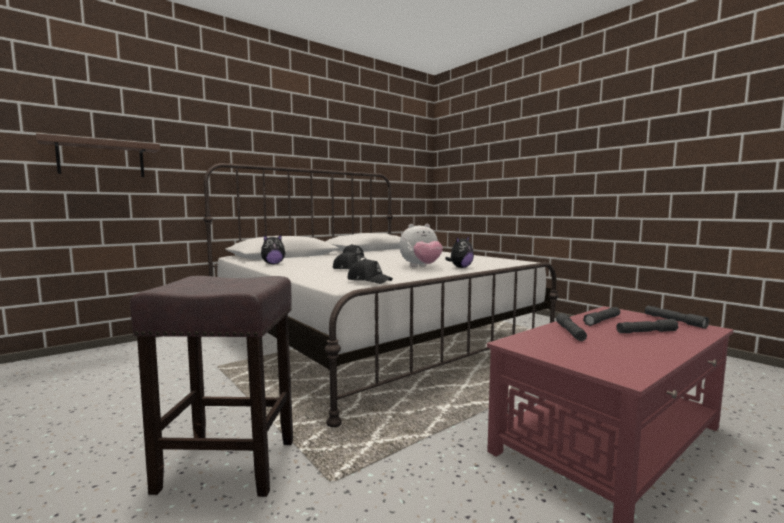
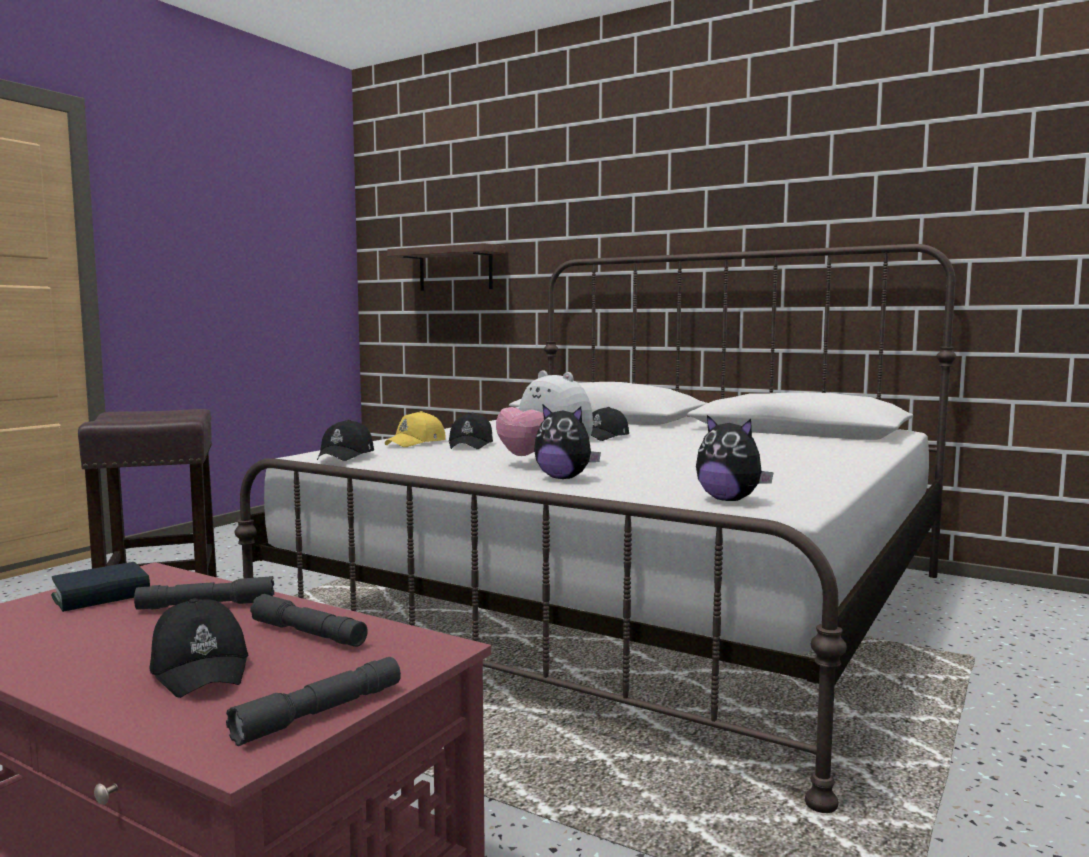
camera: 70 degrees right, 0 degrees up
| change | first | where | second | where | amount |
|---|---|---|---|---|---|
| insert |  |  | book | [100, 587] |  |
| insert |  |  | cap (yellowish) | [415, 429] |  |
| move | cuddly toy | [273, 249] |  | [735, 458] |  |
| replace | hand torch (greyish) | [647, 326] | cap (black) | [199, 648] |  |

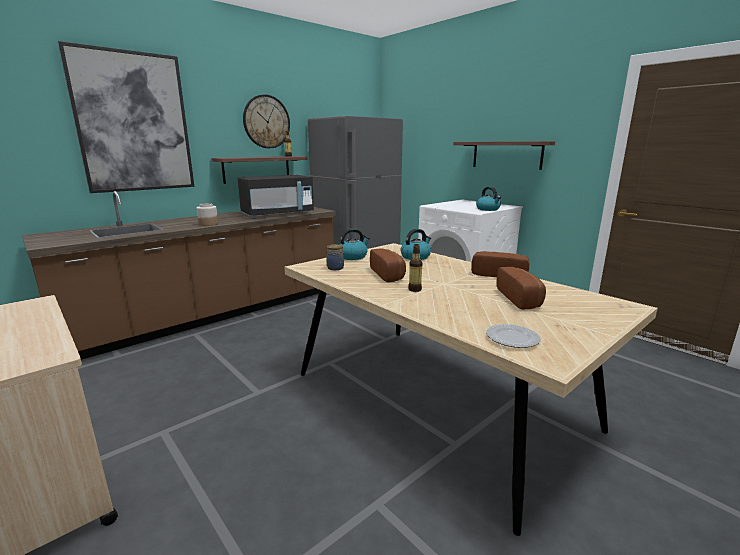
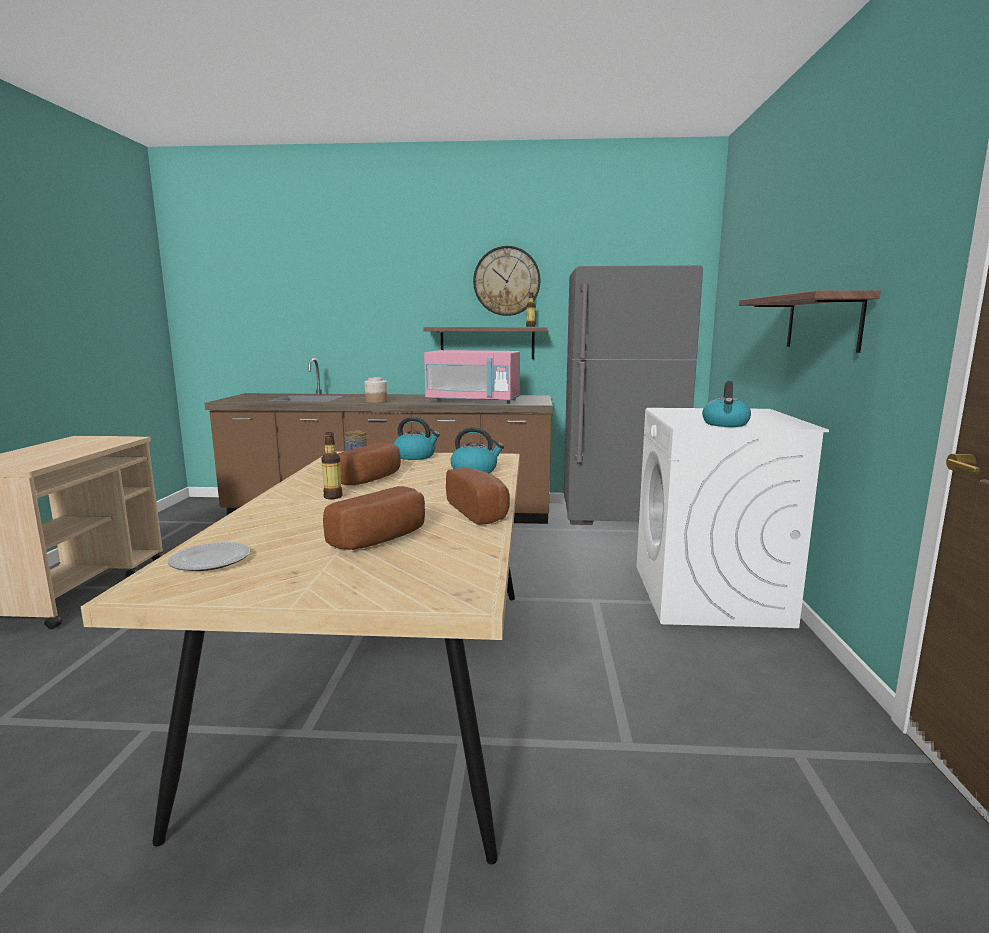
camera: 45 degrees right, 5 degrees down
| change | first | where | second | where | amount |
|---|---|---|---|---|---|
| delete | wall picture | [126, 117] |  |  |  |
| recolor | kitchen microwave (black) | [276, 196] | kitchen microwave (pinkish) | [472, 377] |  |

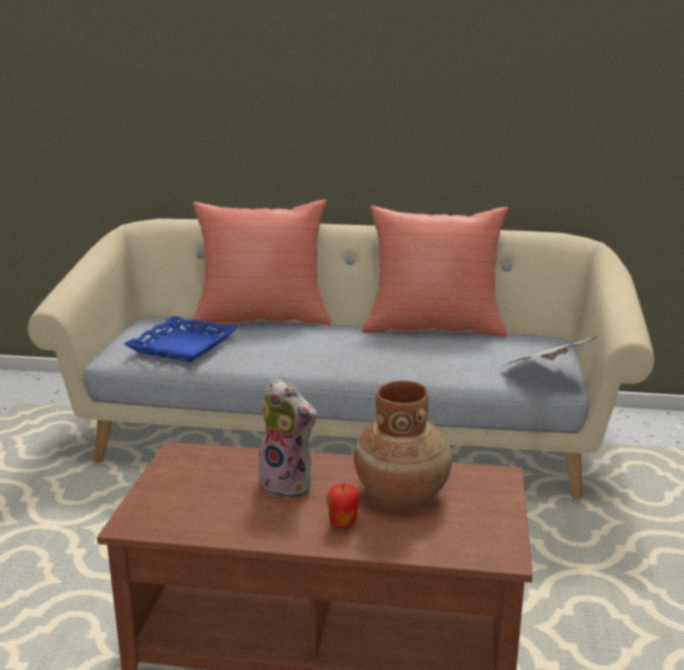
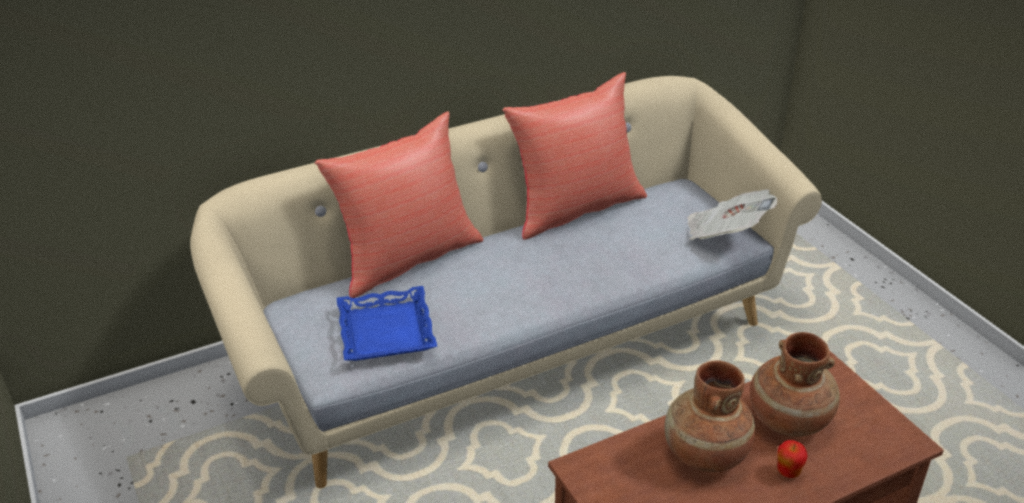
camera: 35 degrees left, 15 degrees up
| change | first | where | second | where | amount |
|---|---|---|---|---|---|
| replace | cuddly toy | [287, 438] | vase (brown-coloured) | [710, 416] |  |

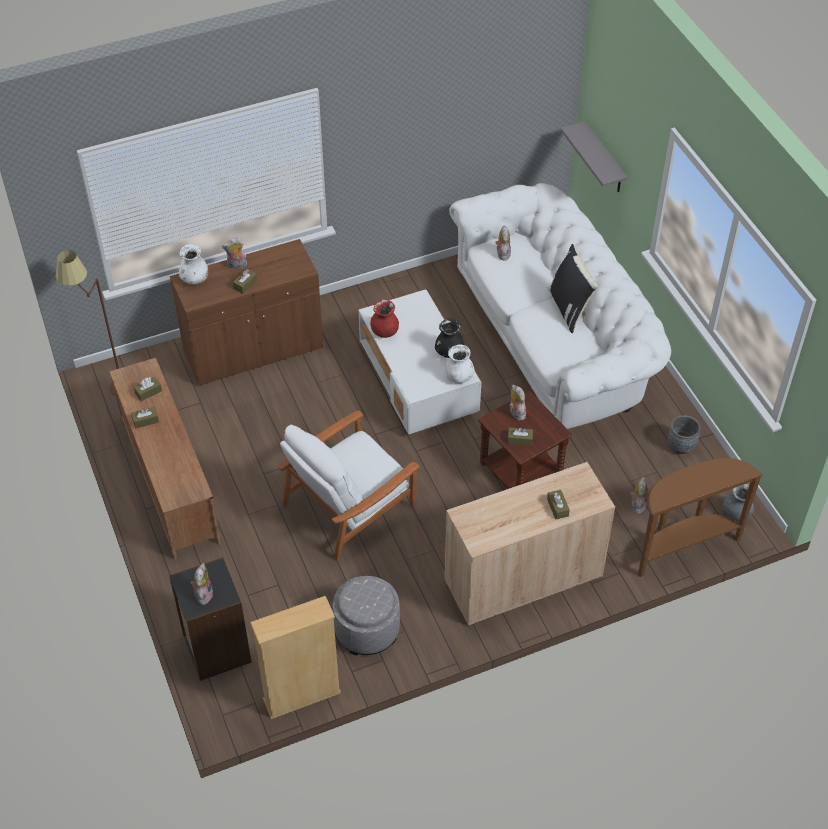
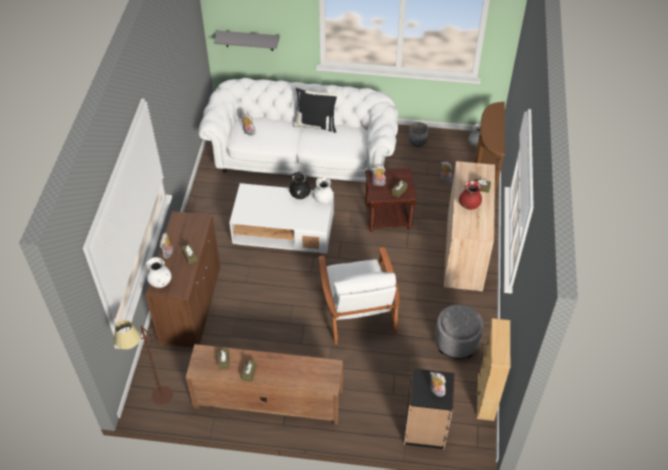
camera: 60 degrees left, 0 degrees up
| change | first | where | second | where | amount |
|---|---|---|---|---|---|
| move | vase (red-coloured) | [384, 318] |  | [470, 195] |  |

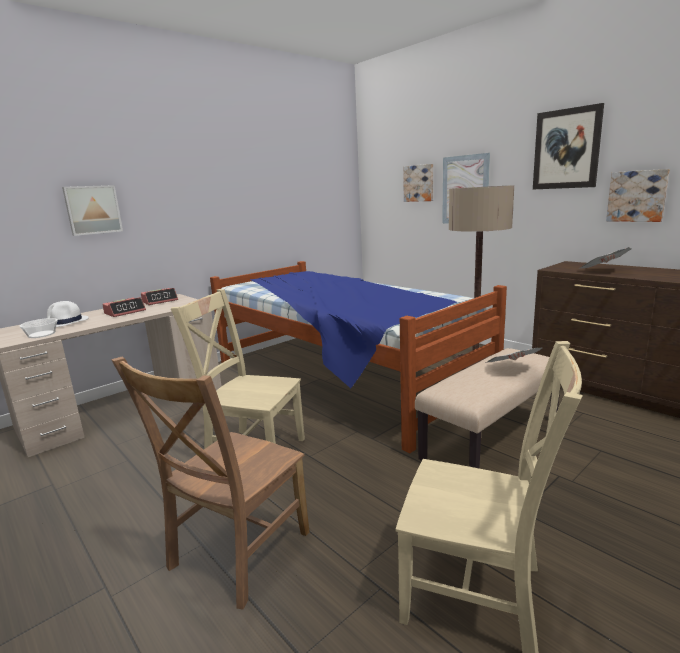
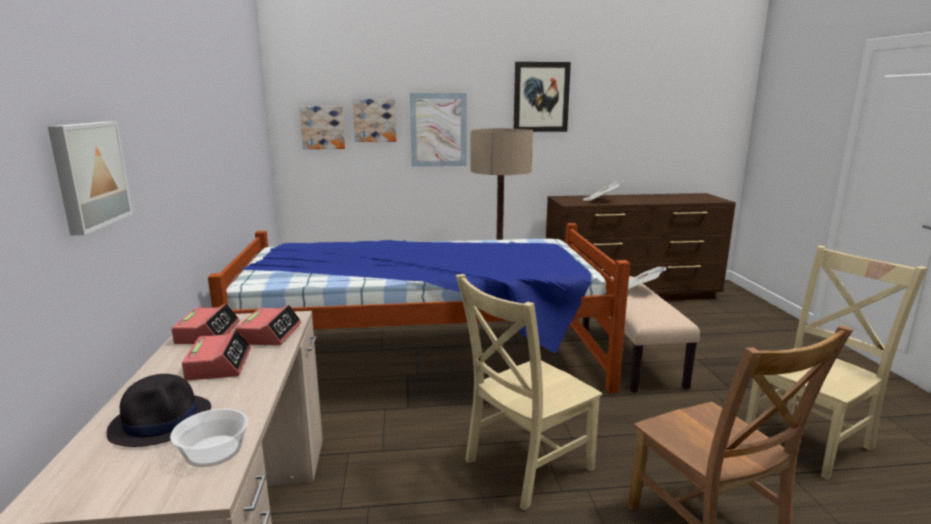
camera: 55 degrees left, 0 degrees up
| change | first | where | second | where | amount |
|---|---|---|---|---|---|
| insert |  |  | alarm clock | [268, 325] |  |
| move | wall picture | [638, 195] |  | [322, 127] |  |
| recolor | hat (white-coloured) | [68, 314] | hat (black) | [159, 410] |  |

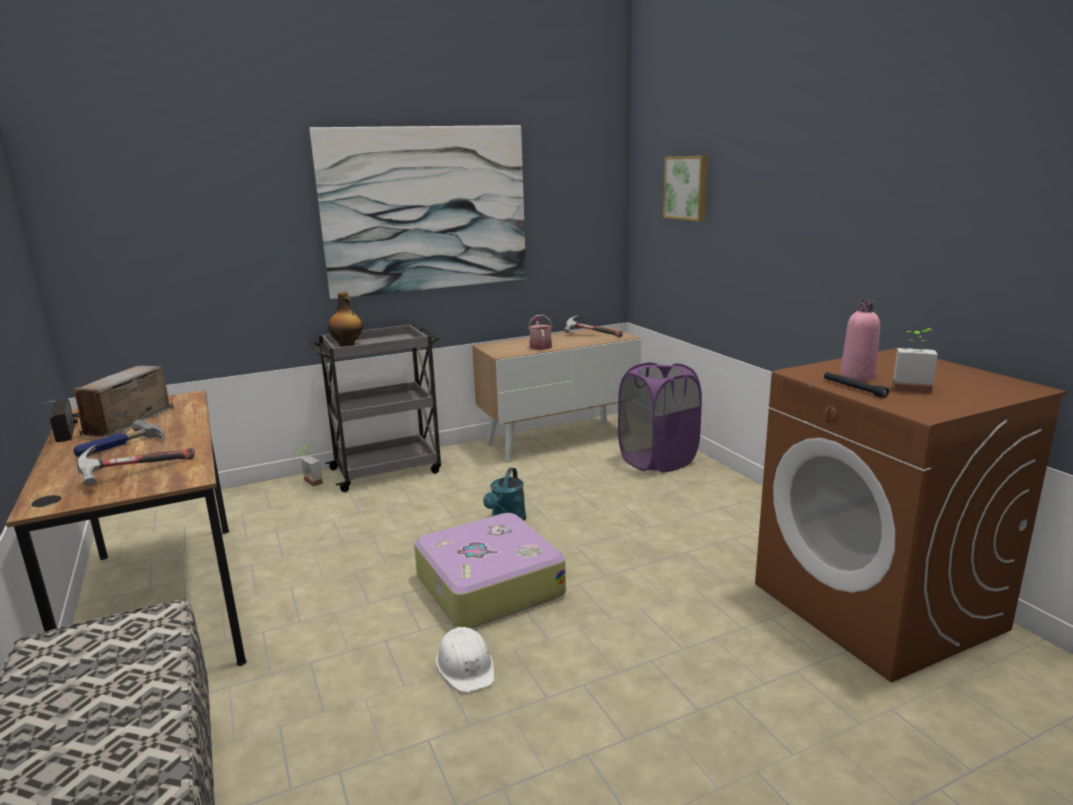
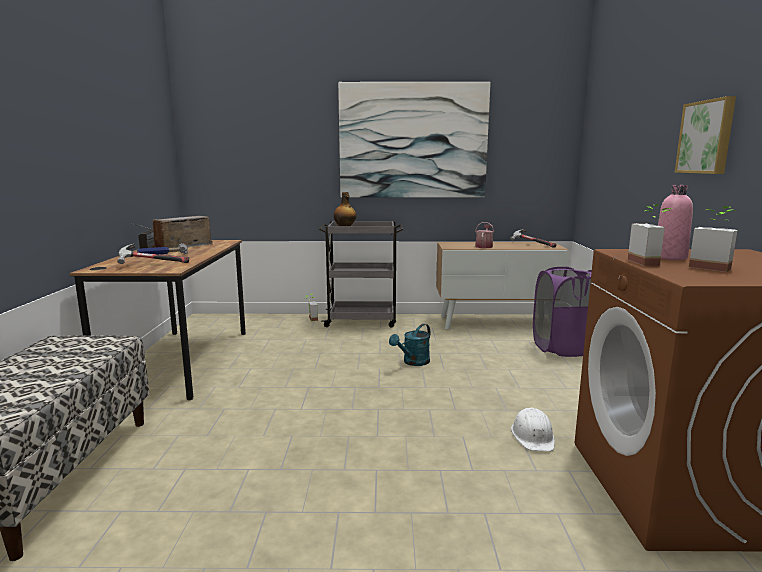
camera: 25 degrees right, 5 degrees down
| change | first | where | second | where | amount |
|---|---|---|---|---|---|
| delete | travel case | [490, 571] |  |  |  |
| move | hard hat (white-coloured) | [465, 660] |  | [533, 429] |  |
| move | wall picture | [685, 188] |  | [705, 135] |  |
| replace | hand torch (black) | [856, 385] | plant in a pot | [649, 235] |  |

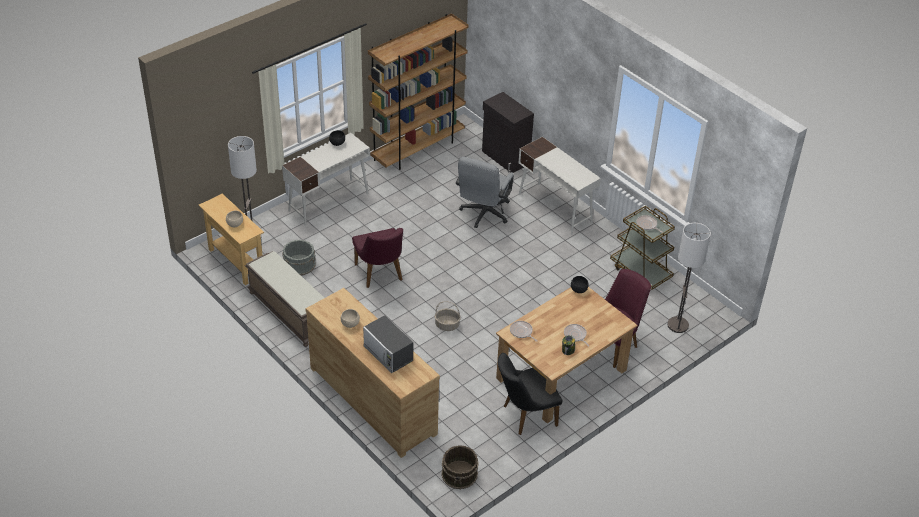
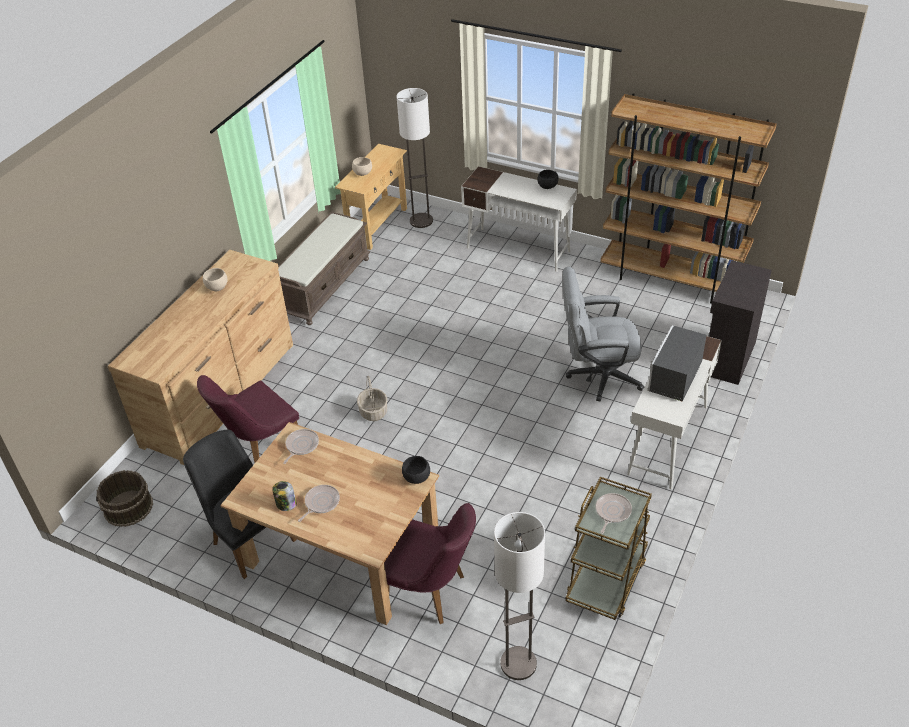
camera: 70 degrees right, 0 degrees up
| change | first | where | second | where | amount |
|---|---|---|---|---|---|
| delete | bucket (greyish) | [299, 257] |  |  |  |
| move | plain chair (purple-coloured) | [377, 258] |  | [248, 419] |  |
| move | kitchen microwave | [388, 344] |  | [677, 363] |  |

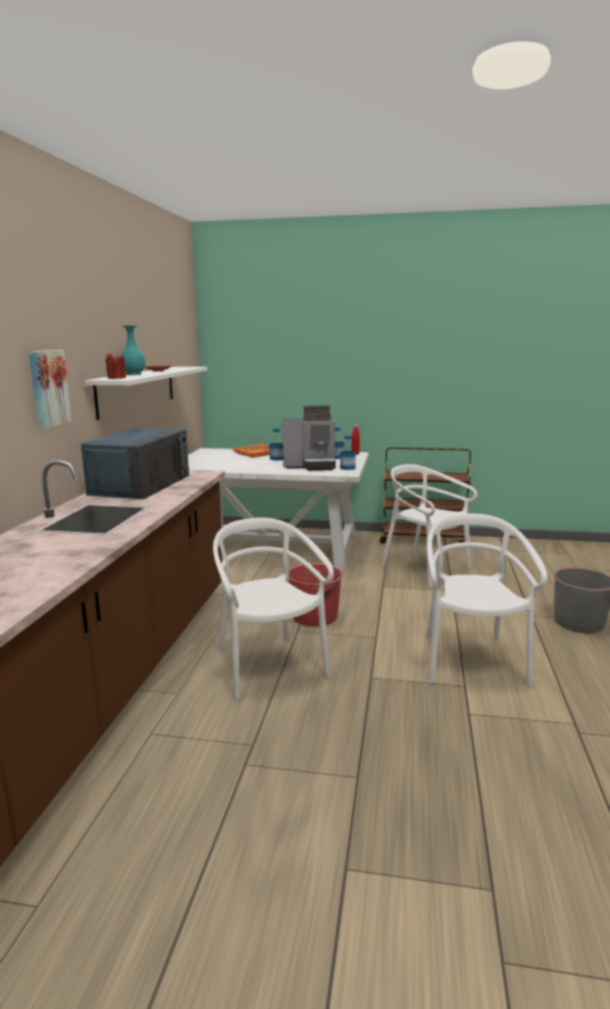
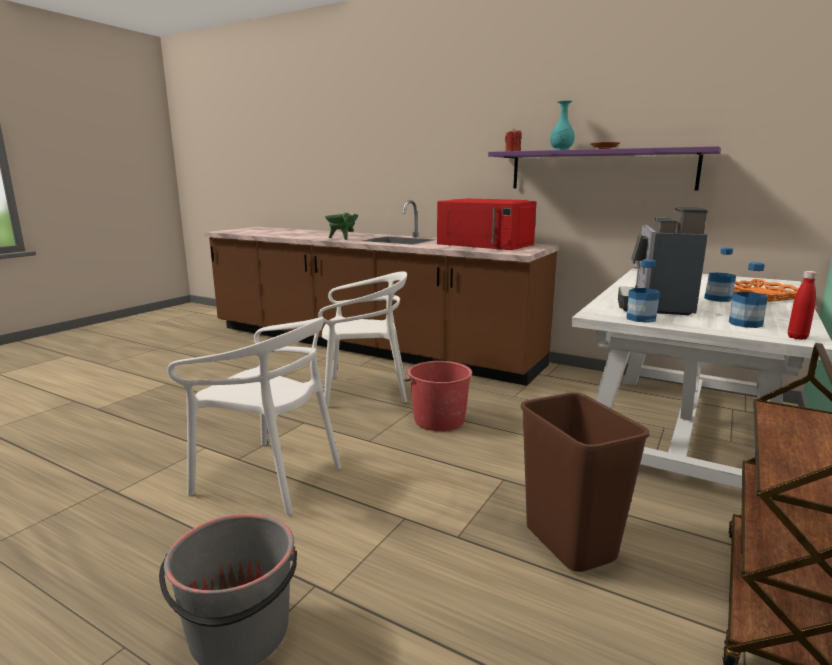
camera: 110 degrees right, 0 degrees up
| change | first | where | second | where | amount |
|---|---|---|---|---|---|
| delete | wall picture | [50, 389] |  |  |  |
| insert |  |  | saucepot (greenish) | [341, 226] |  |
| replace | plain chair (white-coloured) | [430, 525] | waste bin (brown-coloured) | [585, 482] |  |
| recolor | kitchen microwave (bluish) | [135, 463] | kitchen microwave (red-coloured) | [486, 224] |  |
| recolor | wall shelf (white-coloured) | [146, 393] | wall shelf (purple-coloured) | [604, 168] |  |

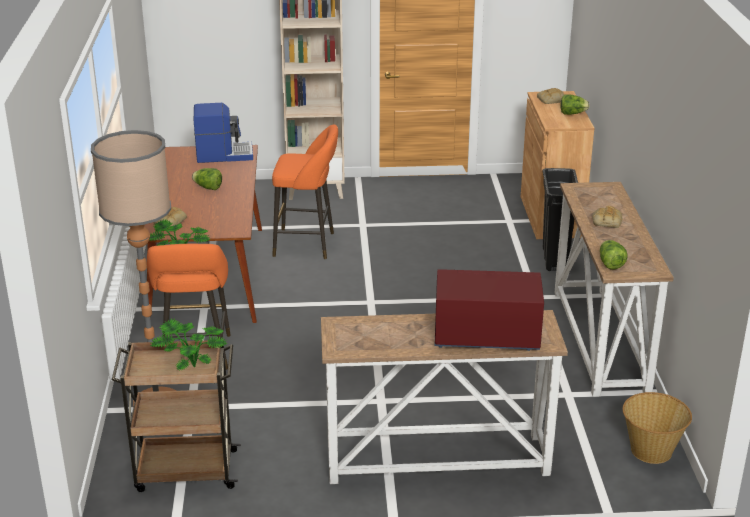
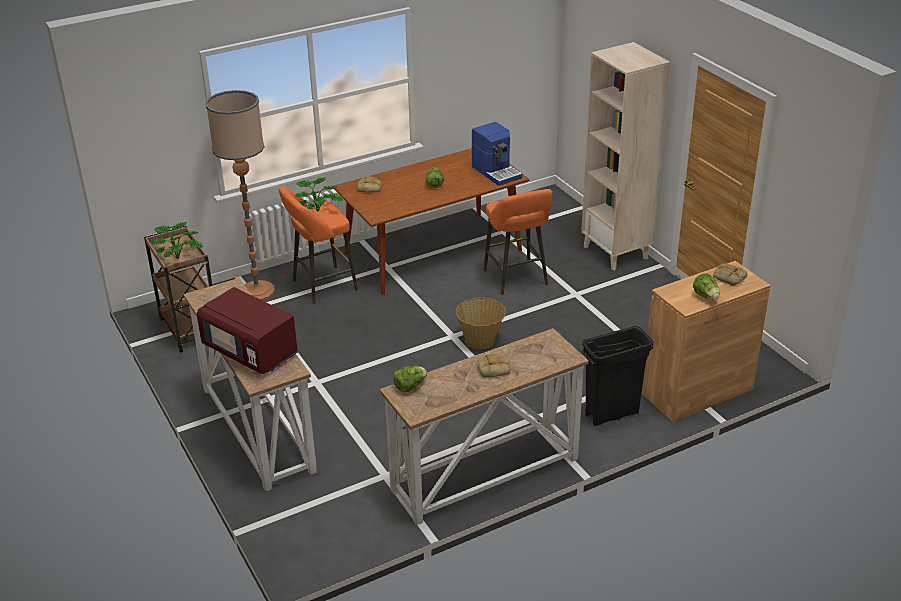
camera: 65 degrees right, 5 degrees up
| change | first | where | second | where | amount |
|---|---|---|---|---|---|
| move | household basket | [657, 428] |  | [481, 323] |  |
| rotate | kitchen microwave (red-coloured) | [489, 310] |  | [247, 330] | 150 degrees clockwise |

